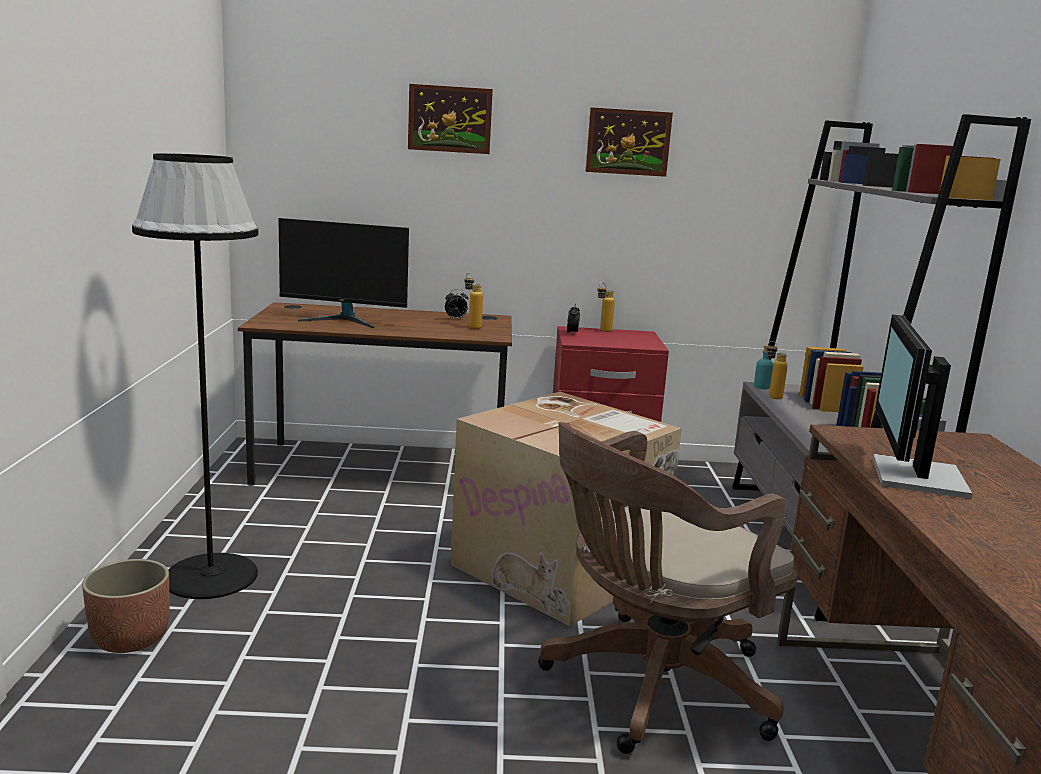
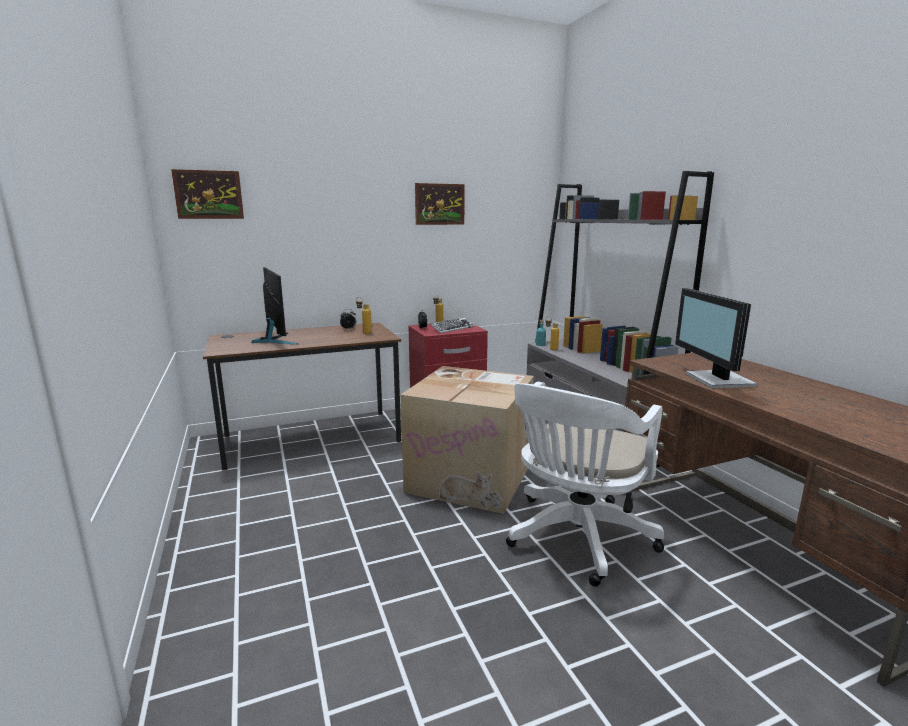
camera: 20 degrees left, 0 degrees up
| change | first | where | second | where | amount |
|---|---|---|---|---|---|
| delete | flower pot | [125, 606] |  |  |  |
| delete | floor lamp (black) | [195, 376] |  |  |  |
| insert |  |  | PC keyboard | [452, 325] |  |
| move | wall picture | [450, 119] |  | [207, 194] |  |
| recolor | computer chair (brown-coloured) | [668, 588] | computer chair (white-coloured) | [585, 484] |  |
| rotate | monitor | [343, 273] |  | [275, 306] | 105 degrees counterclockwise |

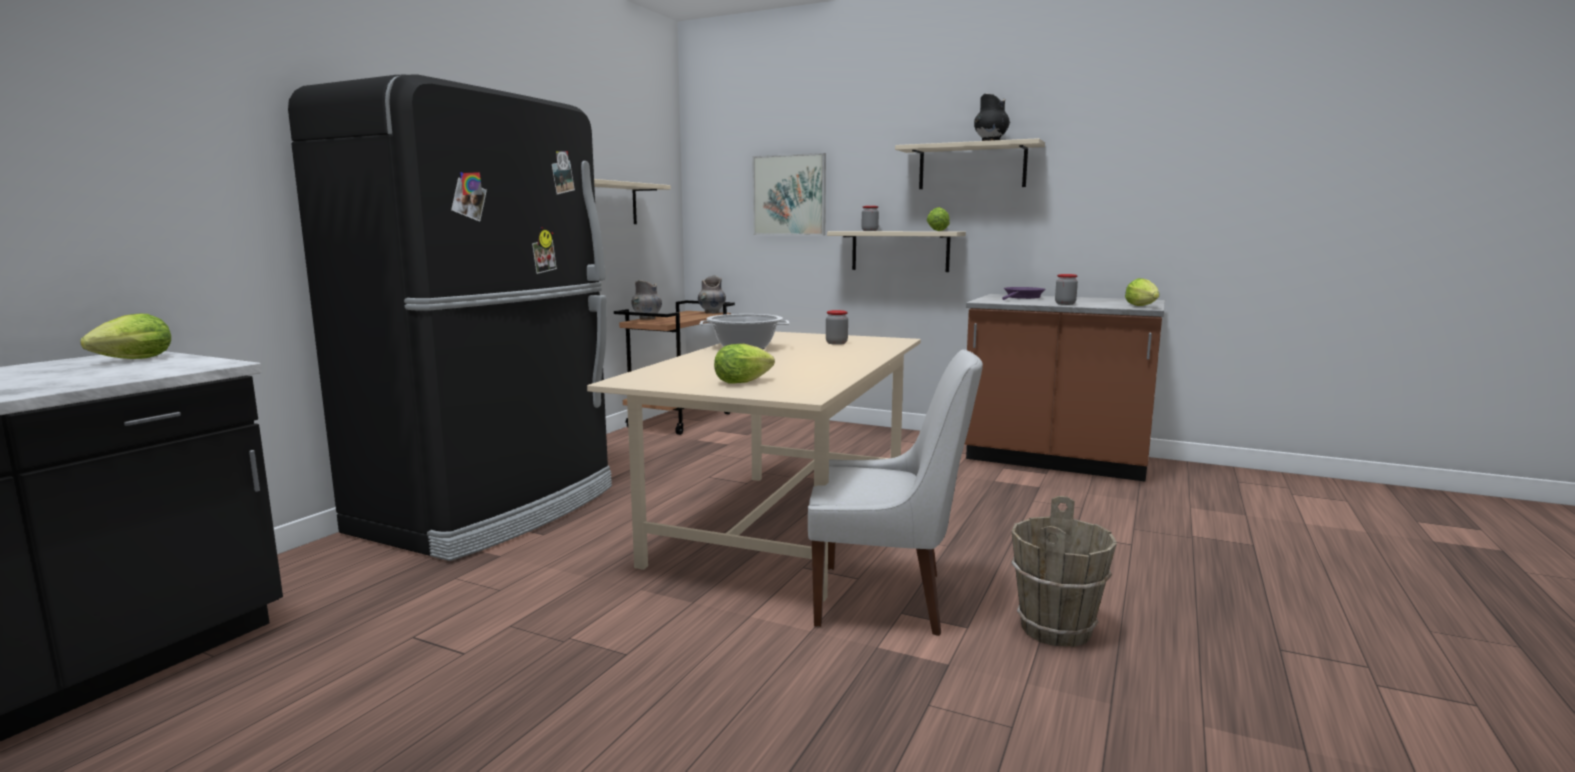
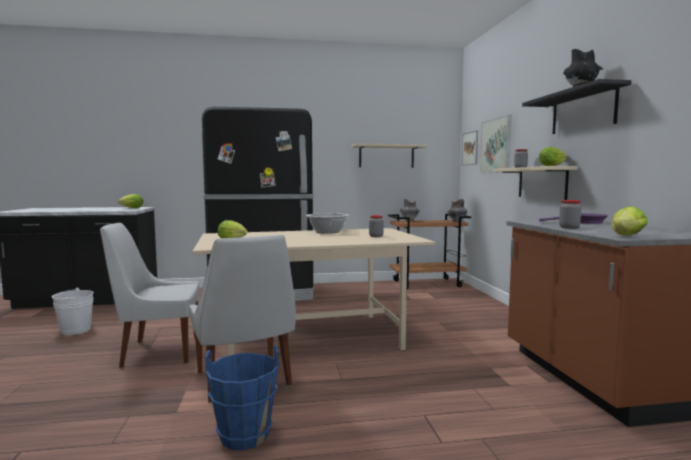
camera: 55 degrees right, 5 degrees down
| change | first | where | second | where | amount |
|---|---|---|---|---|---|
| insert |  |  | bucket (white-coloured) | [73, 311] |  |
| insert |  |  | plain chair (white-coloured) | [149, 295] |  |
| insert |  |  | wall picture | [469, 148] |  |
| recolor | wall shelf (sand-coloured) | [970, 163] | wall shelf (black) | [576, 106] |  |
| recolor | bucket (brown-coloured) | [1064, 571] | bucket (bluish) | [242, 397] |  |

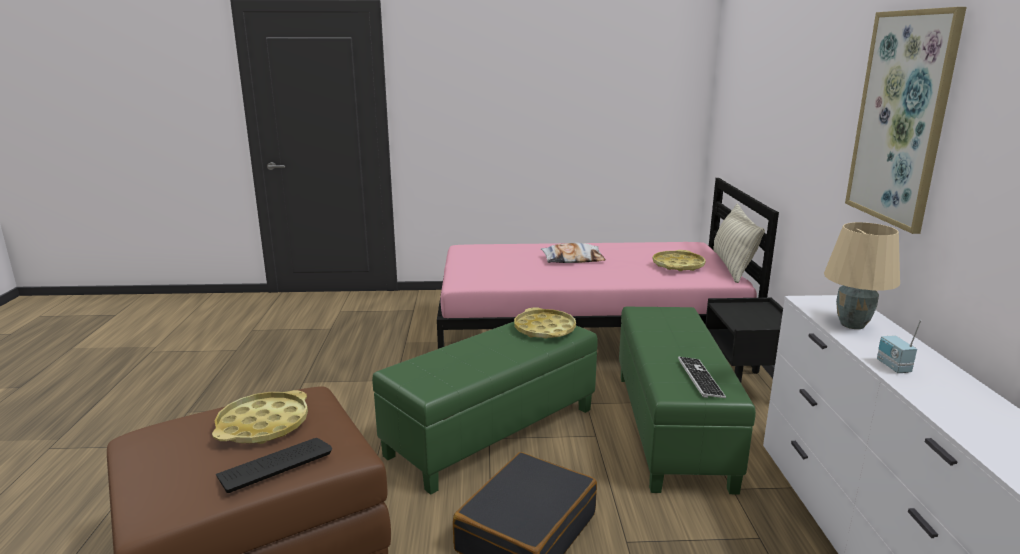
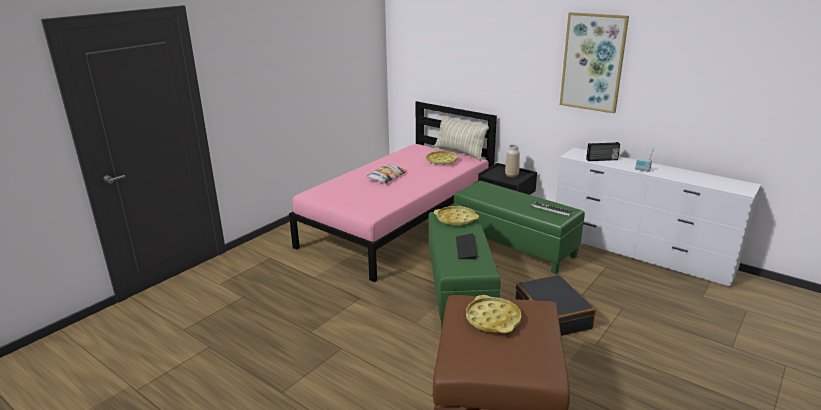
camera: 50 degrees left, 5 degrees up
| change | first | where | second | where | amount |
|---|---|---|---|---|---|
| insert |  |  | vase | [512, 160] |  |
| move | PC keyboard | [274, 465] |  | [467, 246] |  |
| replace | tabletop lamp (sand-coloured) | [862, 275] | radio | [603, 151] |  |

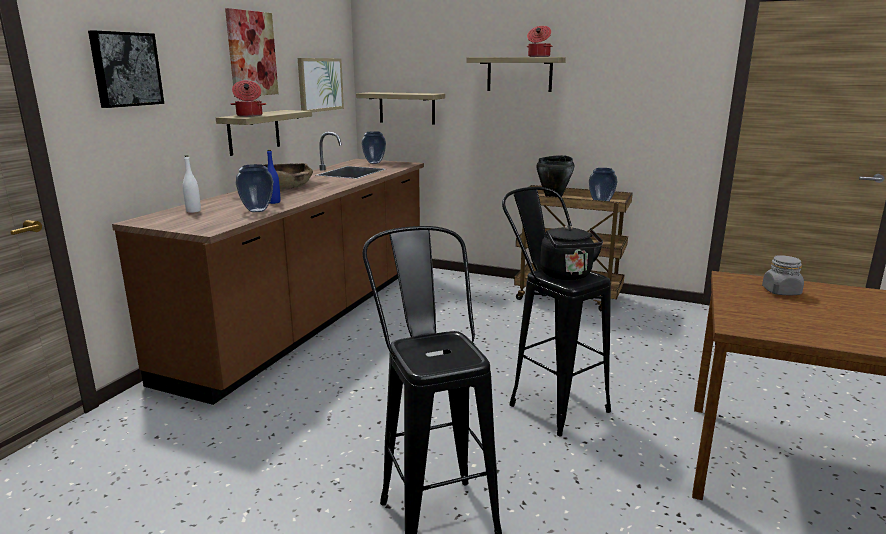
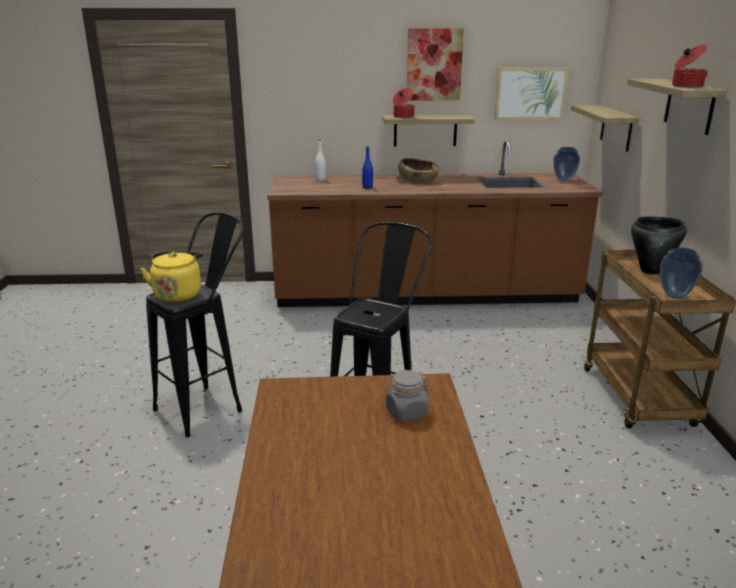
camera: 65 degrees right, 5 degrees up
| change | first | where | second | where | amount |
|---|---|---|---|---|---|
| delete | wall picture | [126, 69] |  |  |  |
| delete | vase | [254, 188] |  |  |  |
| delete | tea kettle (black) | [571, 252] |  |  |  |
| insert |  |  | tea kettle (yellowish) | [171, 277] |  |

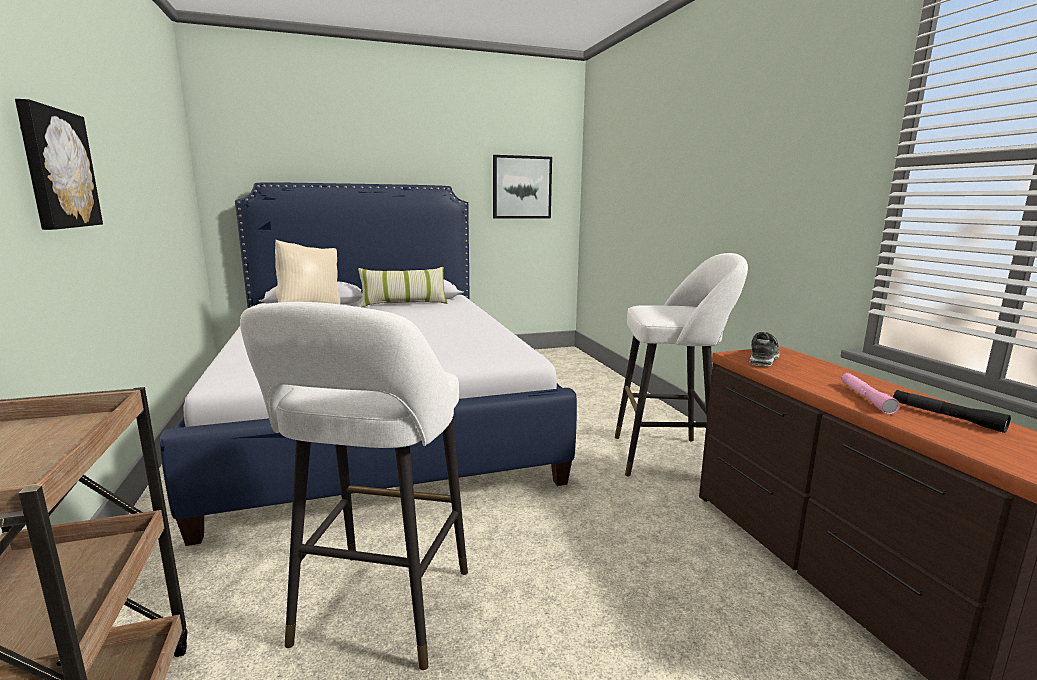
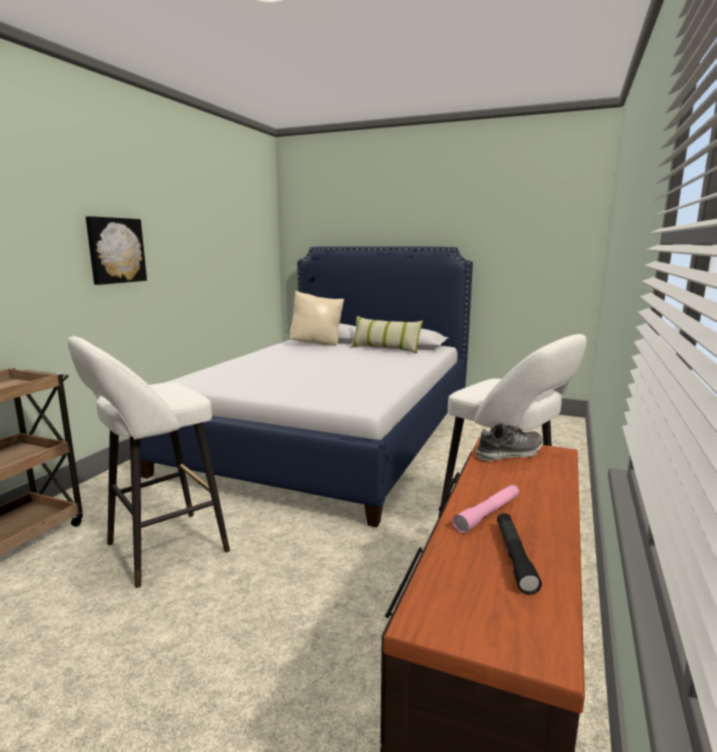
camera: 40 degrees right, 0 degrees up
| change | first | where | second | where | amount |
|---|---|---|---|---|---|
| delete | wall picture | [522, 186] |  |  |  |

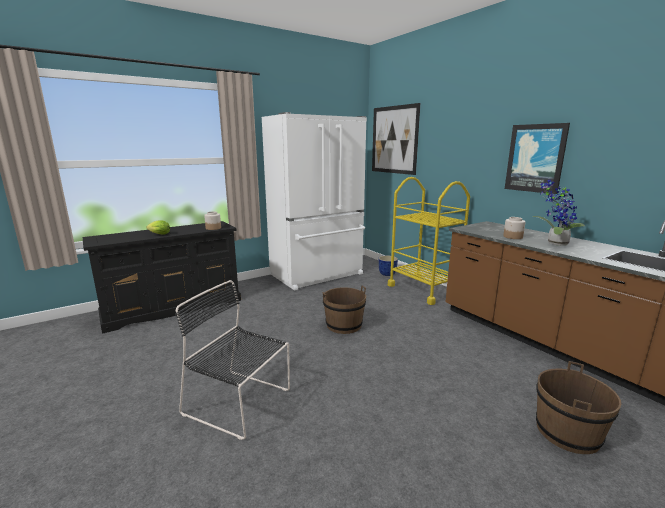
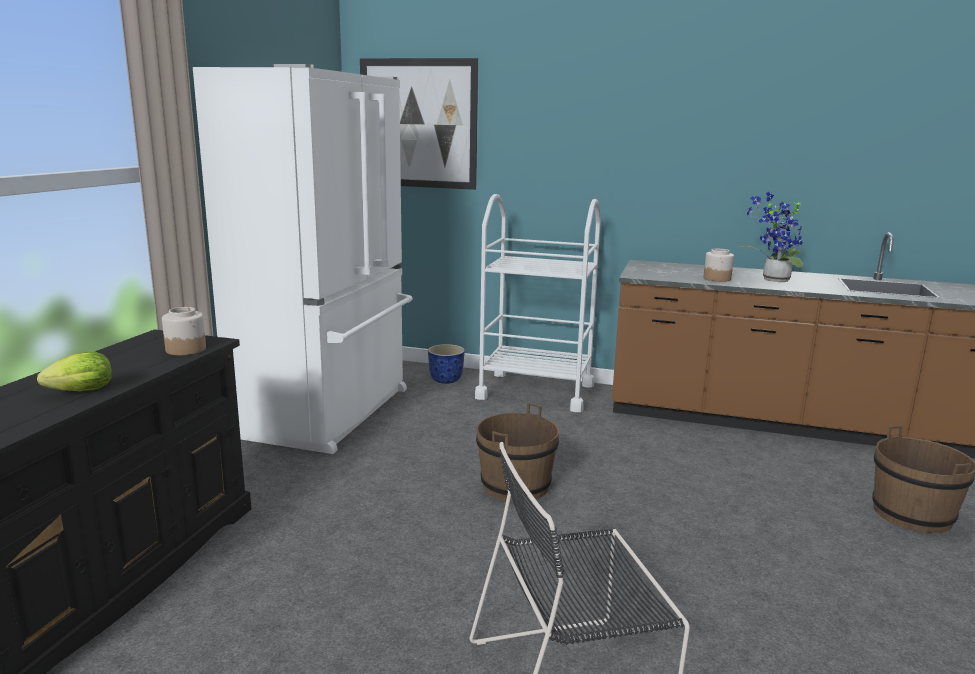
camera: 40 degrees left, 0 degrees up
| change | first | where | second | where | amount |
|---|---|---|---|---|---|
| delete | wall picture | [537, 158] |  |  |  |
| recolor | wheeled cart (yellowish) | [429, 241] | wheeled cart (white-coloured) | [538, 303] |  |

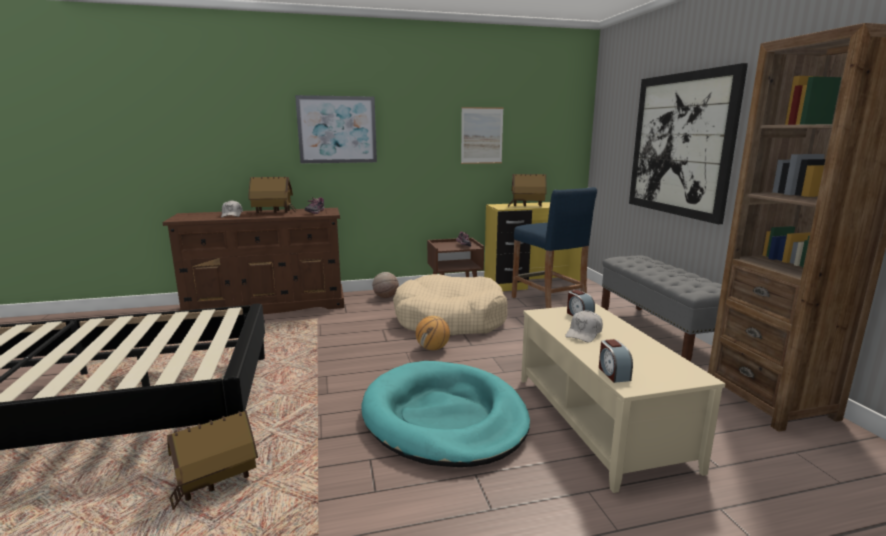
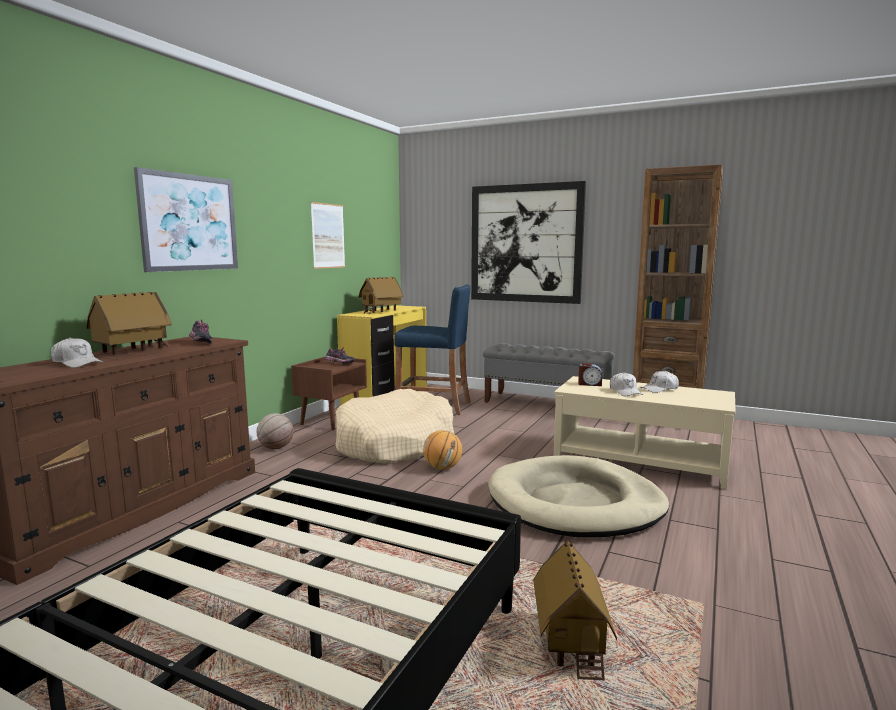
camera: 50 degrees left, 5 degrees down
| change | first | where | second | where | amount |
|---|---|---|---|---|---|
| delete | alarm clock | [616, 361] |  |  |  |
| insert |  |  | cap (white-coloured) | [660, 382] |  |
| recolor | dog bed (turquoise-coloured) | [445, 414] | dog bed (sand-coloured) | [578, 496] |  |

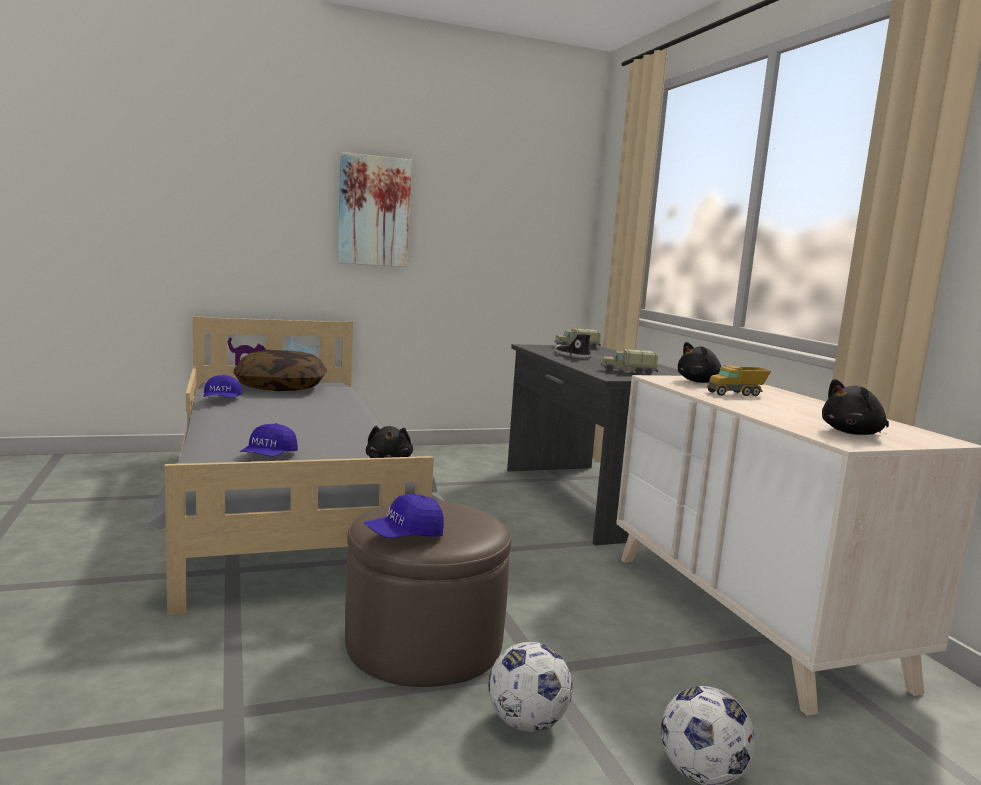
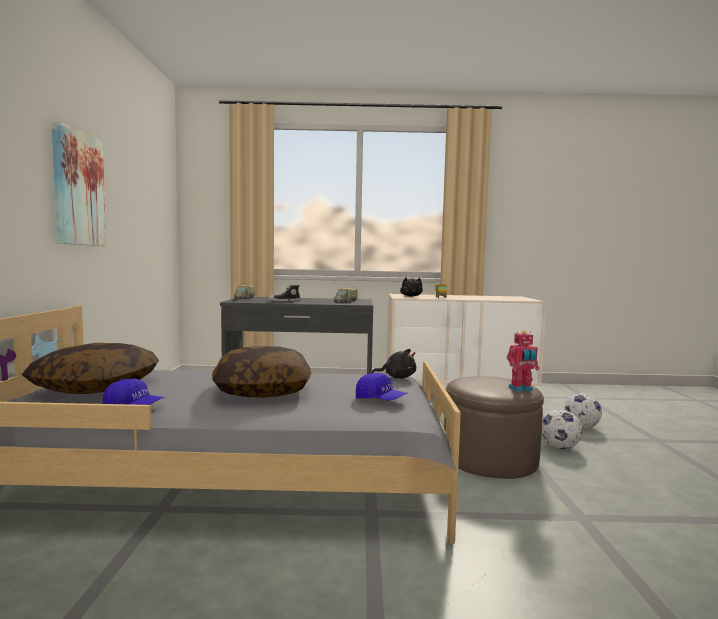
camera: 70 degrees left, 5 degrees down
| change | first | where | second | where | amount |
|---|---|---|---|---|---|
| delete | cuddly toy (black) | [855, 407] |  |  |  |
| insert |  |  | pillow | [261, 372] |  |
| replace | cap (bluish) | [404, 516] | robot figure | [523, 361] |  |

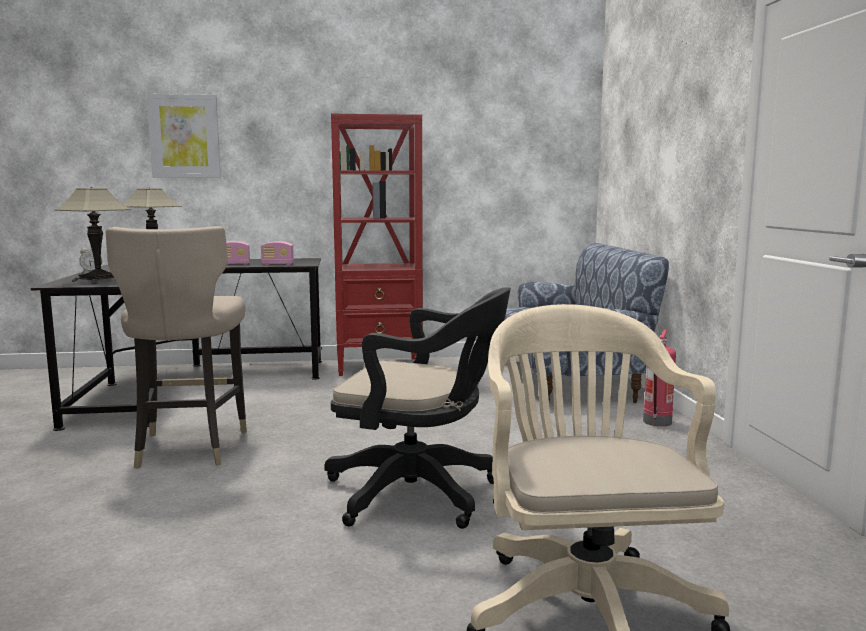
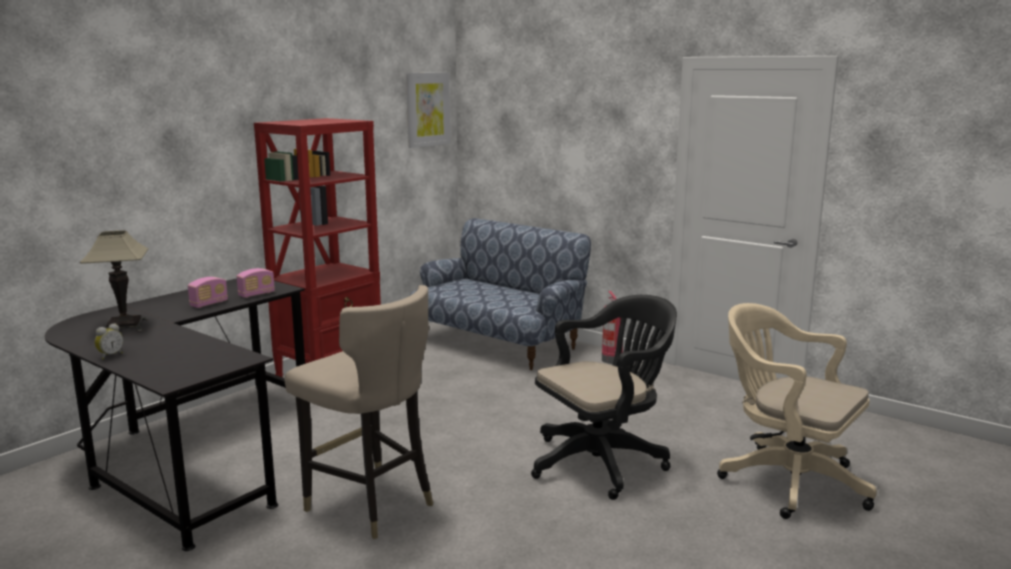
camera: 45 degrees left, 5 degrees up
| change | first | where | second | where | amount |
|---|---|---|---|---|---|
| delete | tabletop lamp | [92, 235] |  |  |  |
| move | wall picture | [184, 136] |  | [428, 110] |  |

